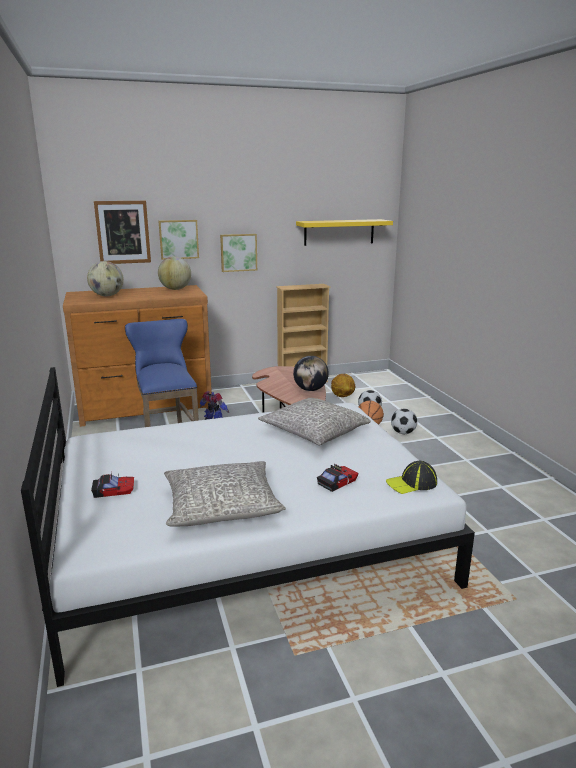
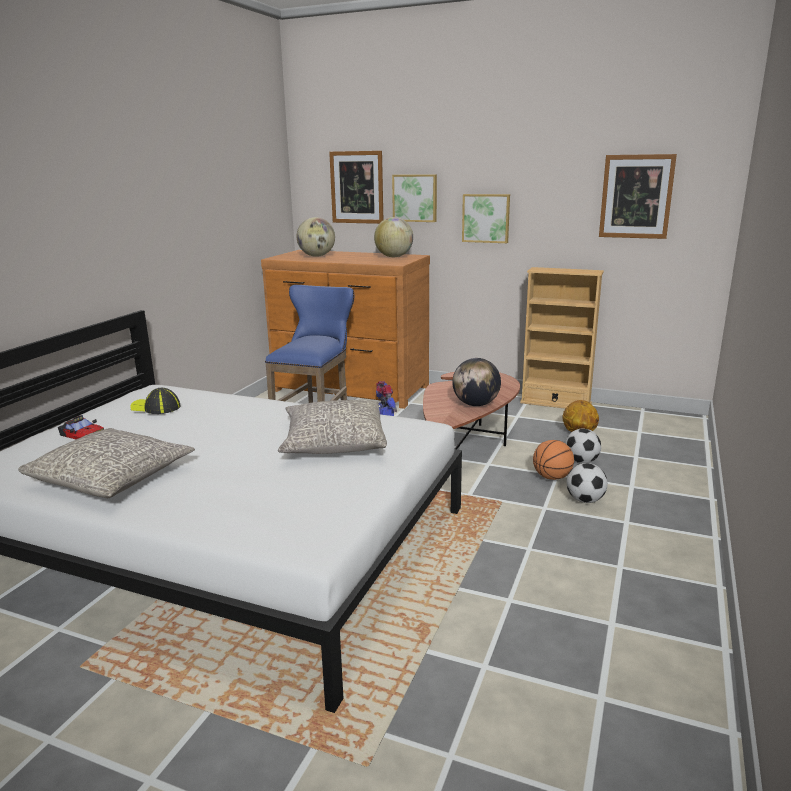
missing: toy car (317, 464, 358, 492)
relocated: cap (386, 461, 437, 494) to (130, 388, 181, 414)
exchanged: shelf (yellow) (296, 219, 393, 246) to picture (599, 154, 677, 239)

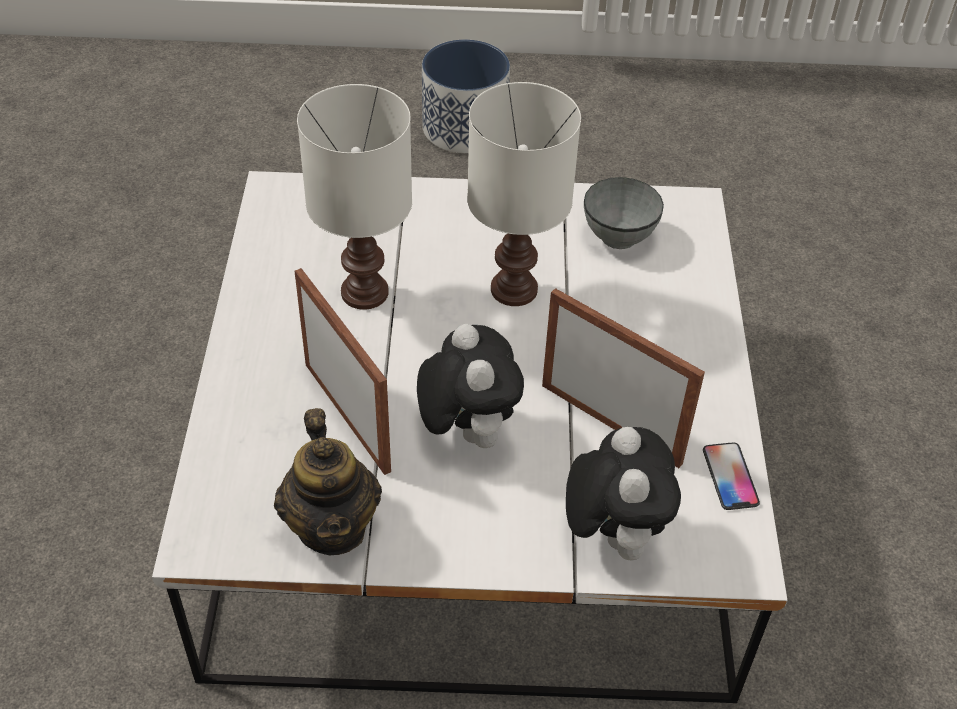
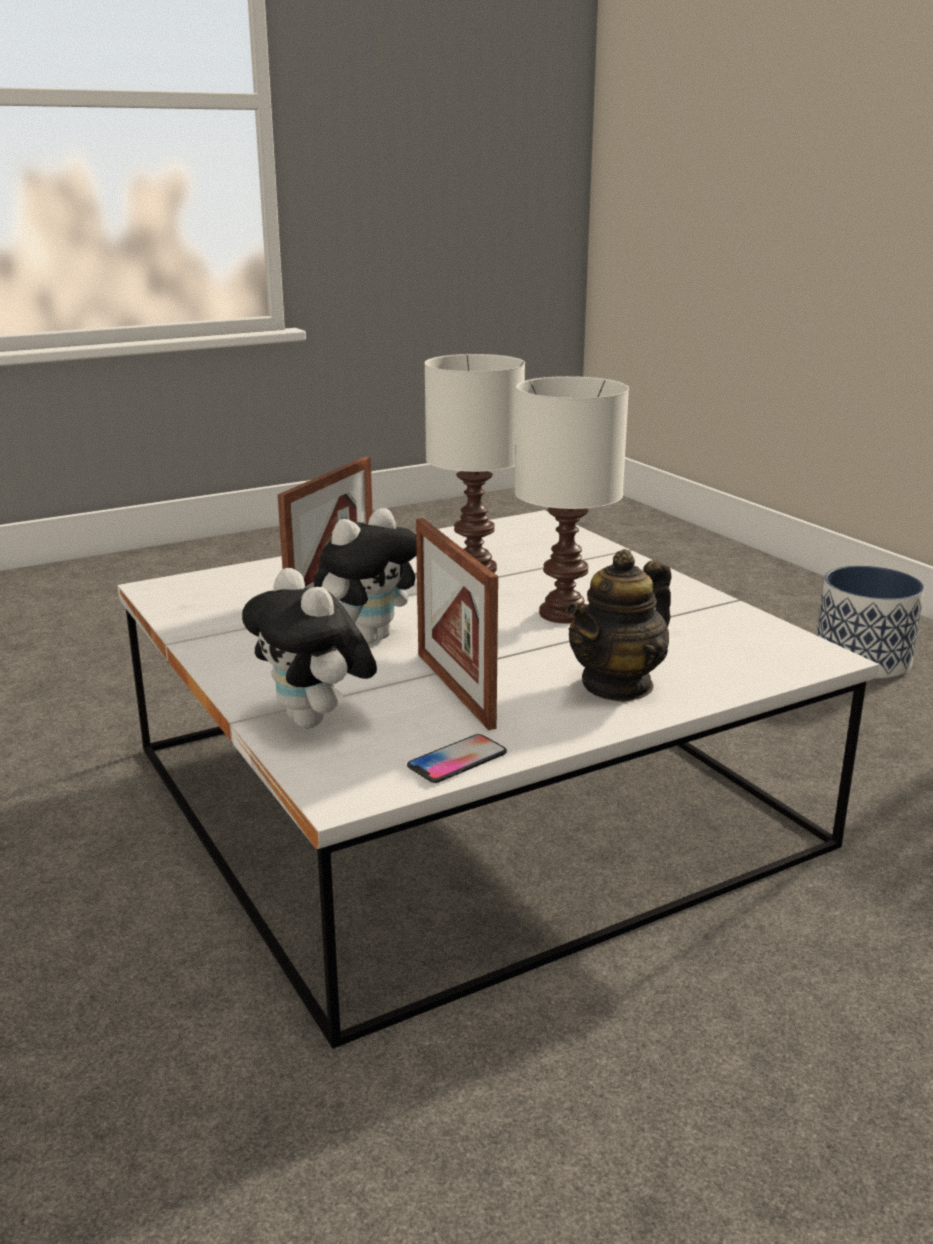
missing: bowl (grey) (584, 177, 664, 249)
relocated: teapot (274, 408, 382, 555) to (566, 549, 671, 702)
spun: picture frame (542, 288, 705, 468) = (416, 518, 498, 730) 150 degrees clockwise; plush toy (566, 427, 681, 560) = (242, 568, 377, 728) 90 degrees clockwise

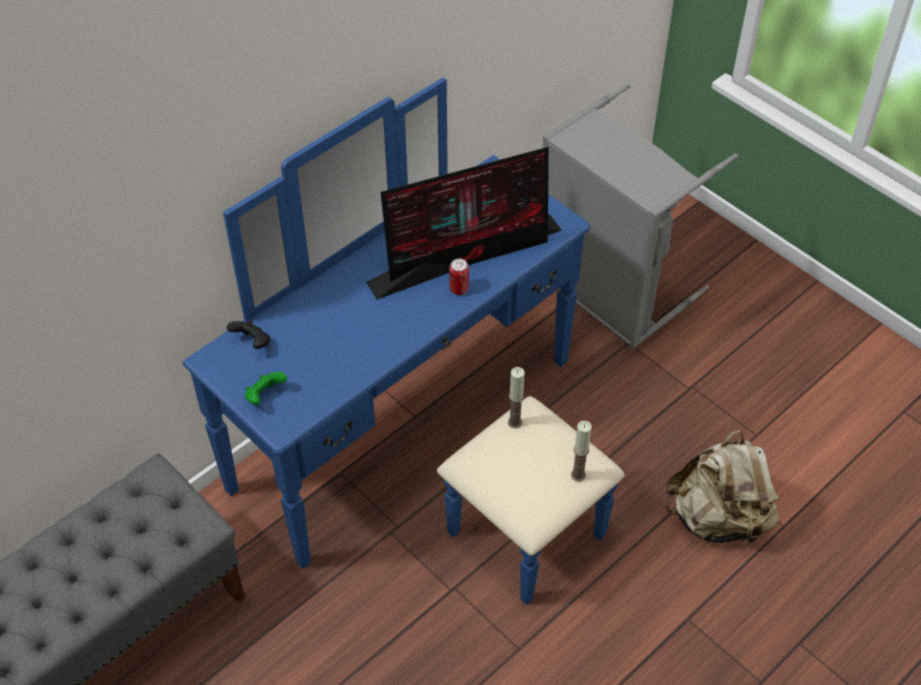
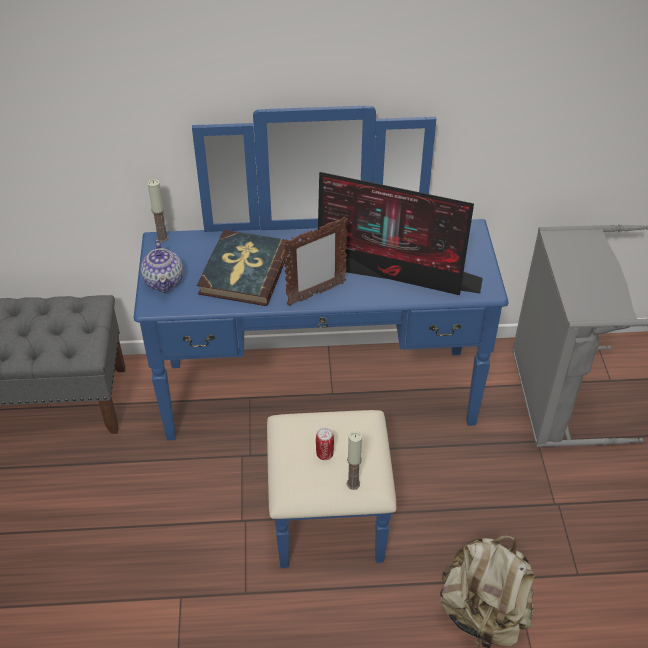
missing: game controller (black) (227, 320, 271, 349)
appeared: picture frame (283, 216, 348, 306); book (197, 230, 287, 306)
relocated: can (449, 259, 469, 295) to (316, 428, 334, 460); candle (508, 367, 525, 428) to (148, 179, 169, 242)
exchanged: game controller (green) (244, 372, 287, 405) to teapot (141, 240, 183, 293)

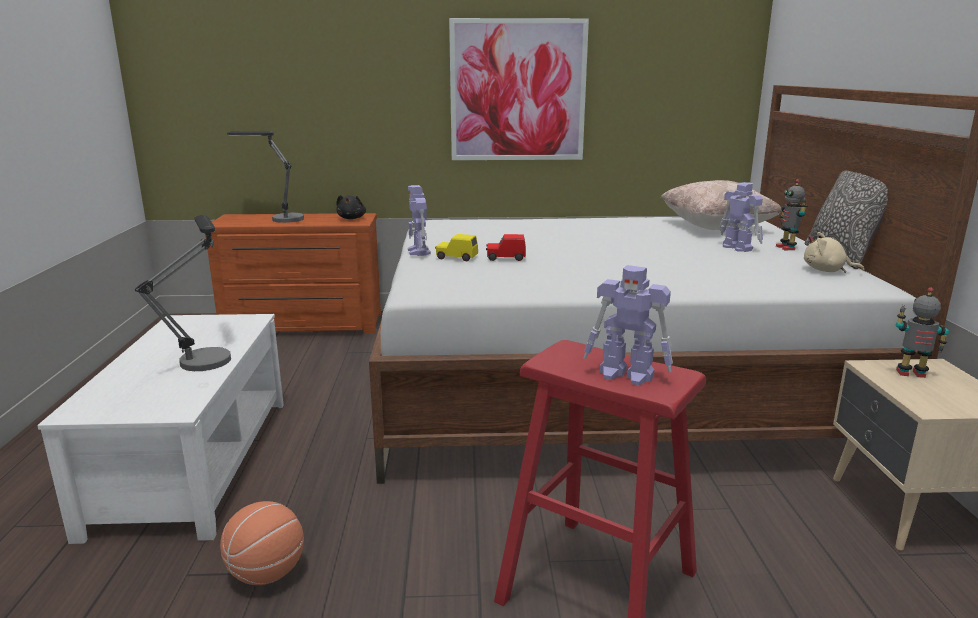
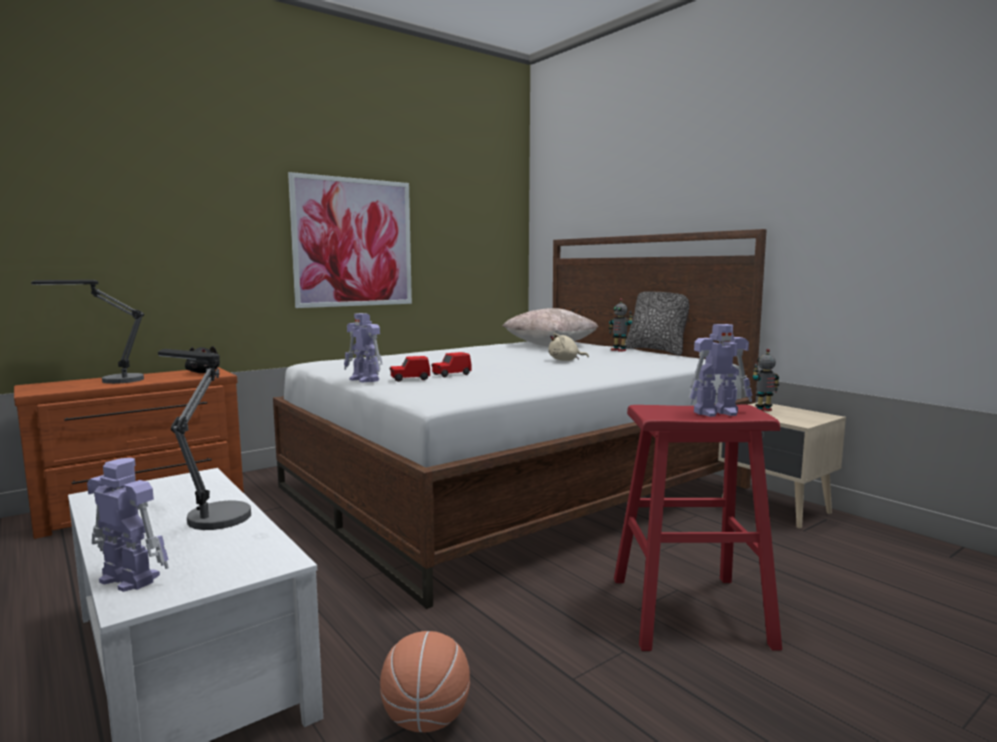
relocated: toy robot (719, 182, 763, 252) to (87, 458, 169, 592); plush toy (beige) (804, 232, 865, 273) to (548, 333, 589, 361)
colour: toy car (yellow) (435, 234, 478, 261) to toy car (red) (389, 356, 430, 382)

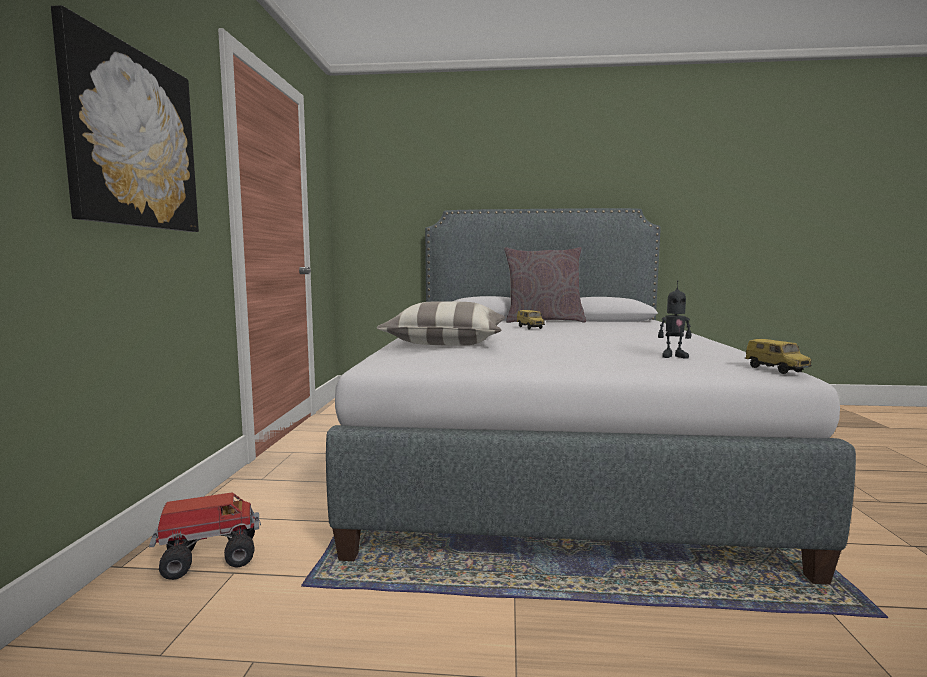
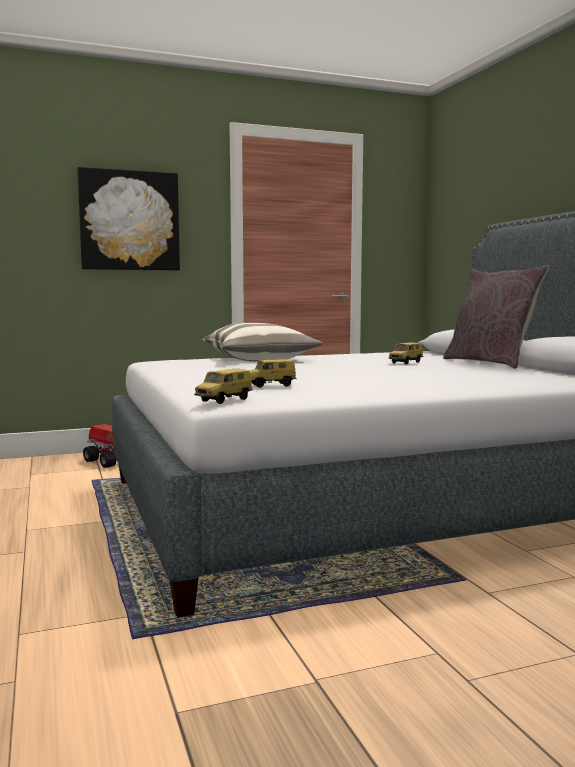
exchanged: toy robot (658, 280, 691, 359) to toy car (249, 359, 296, 388)

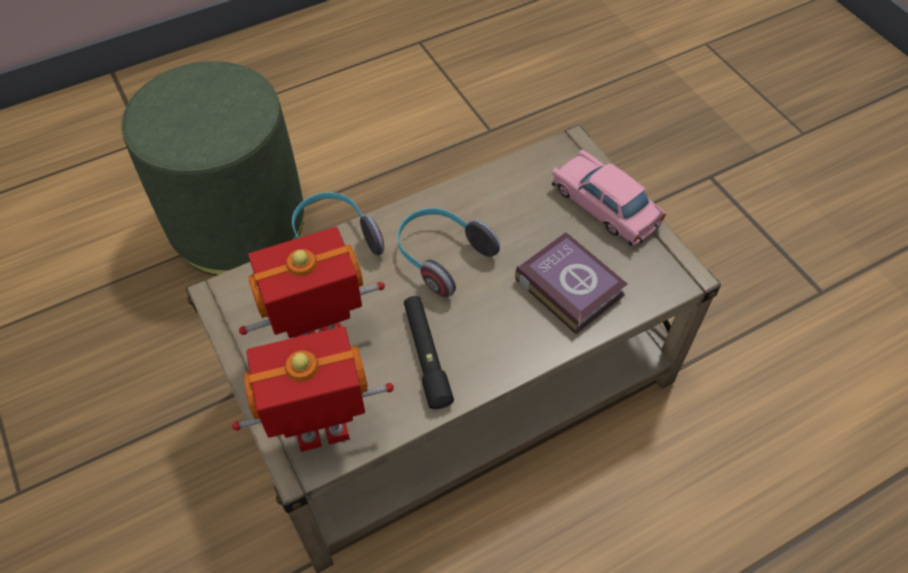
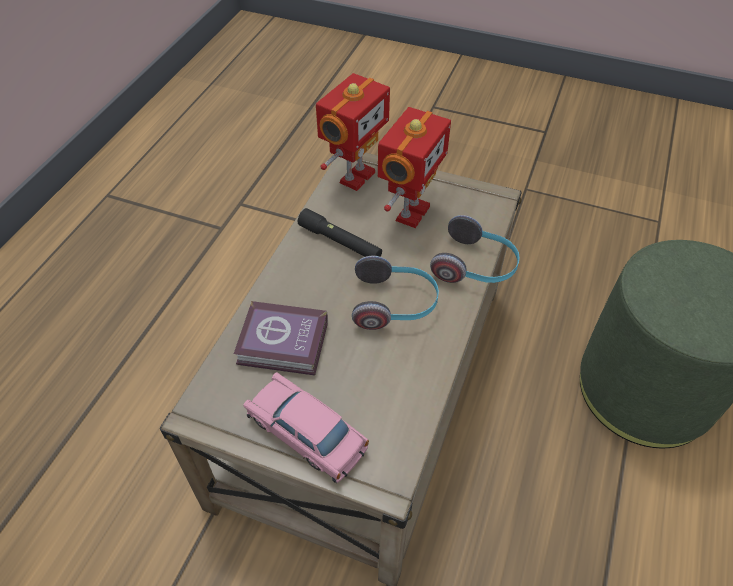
spun: toy car (pink) (552, 149, 666, 246) = (243, 372, 369, 483) 150 degrees counterclockwise

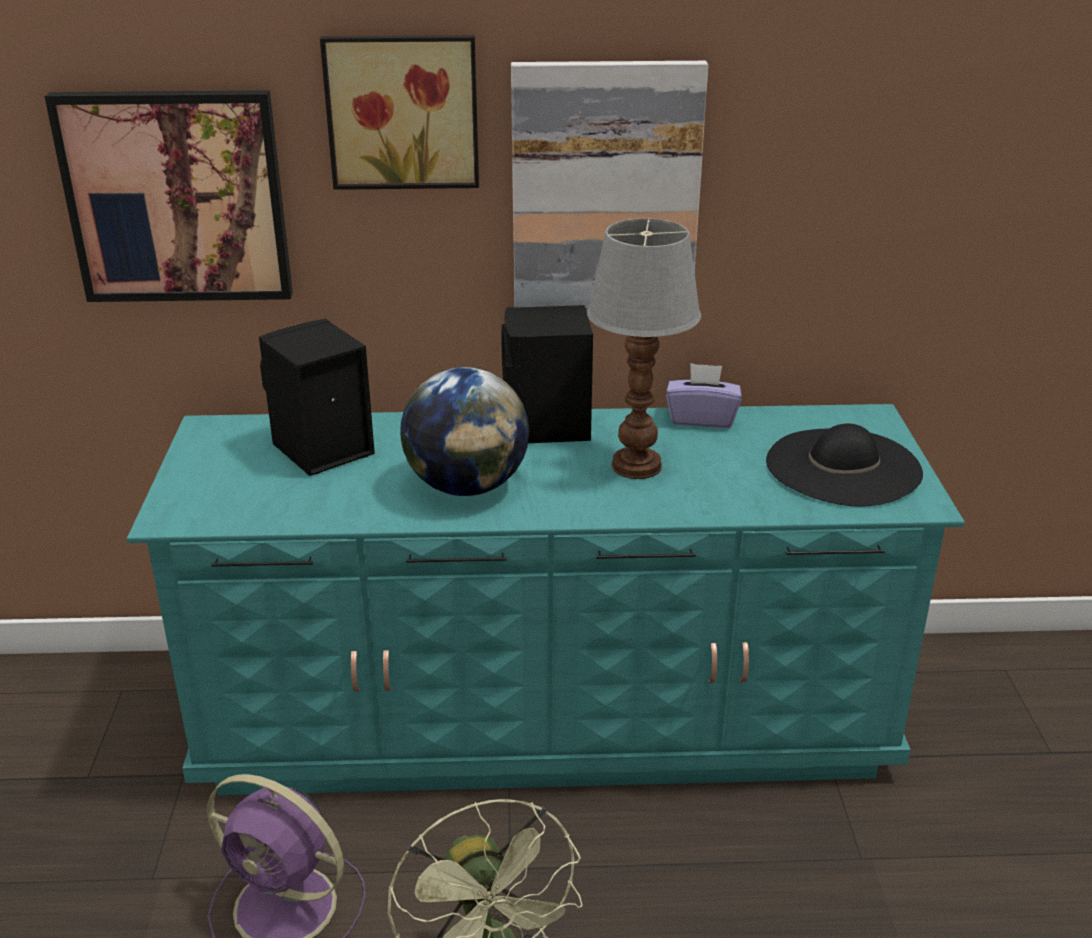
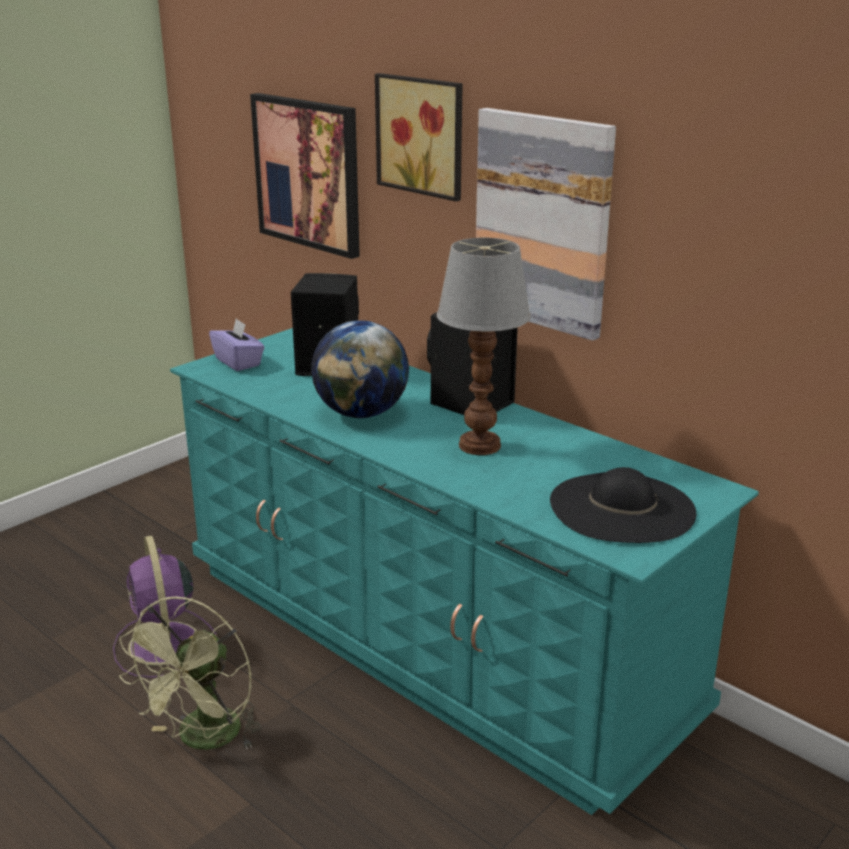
relocated: tissue box (purple) (666, 363, 742, 428) to (209, 318, 265, 371)

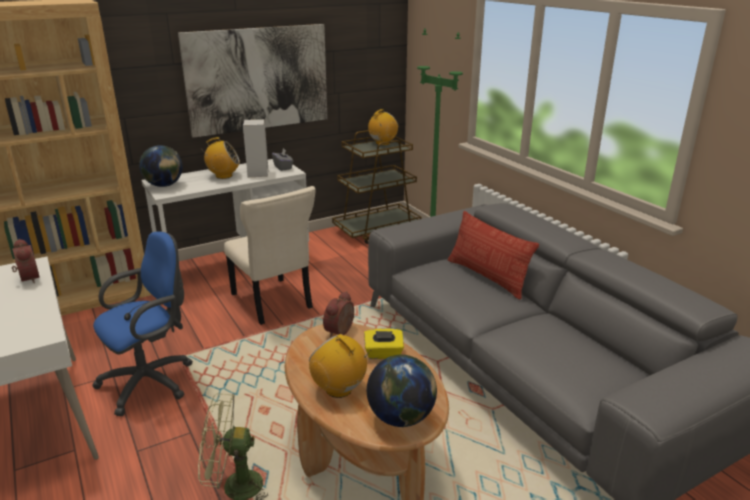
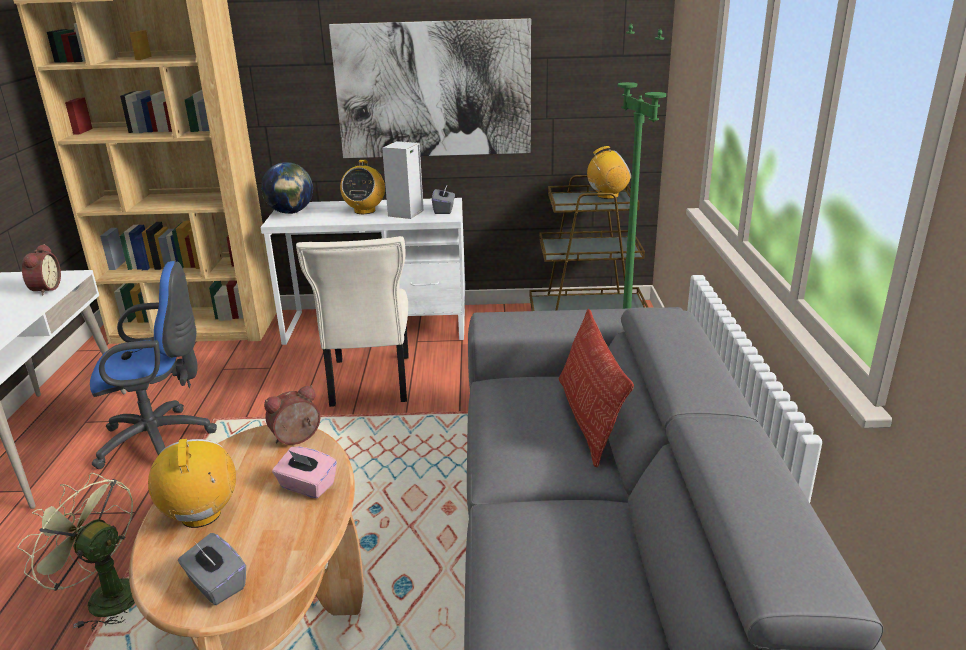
exchanged: globe (367, 355, 437, 427) to tissue box (grey) (178, 533, 246, 605)
colour: tissue box (yellow) (364, 328, 404, 359) to tissue box (pink) (272, 446, 337, 499)
spun: radio (203, 137, 240, 179) = (340, 160, 385, 214) 75 degrees clockwise

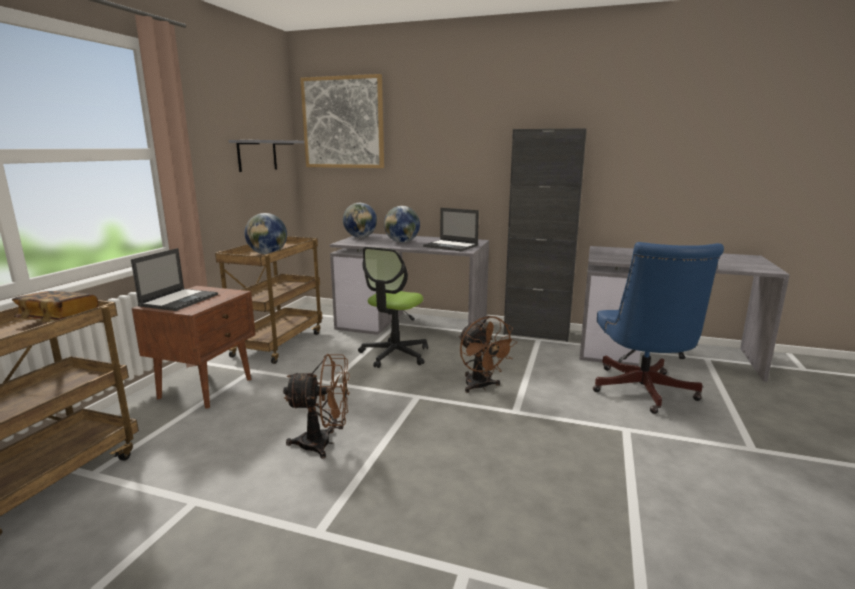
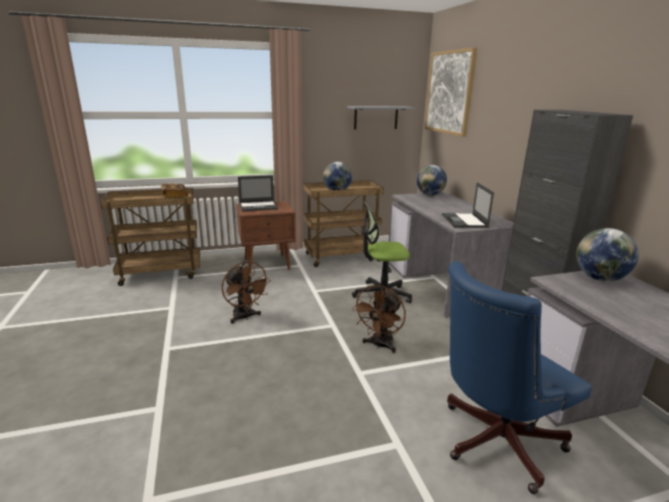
relocated: globe (384, 206, 420, 243) to (576, 228, 639, 281)

